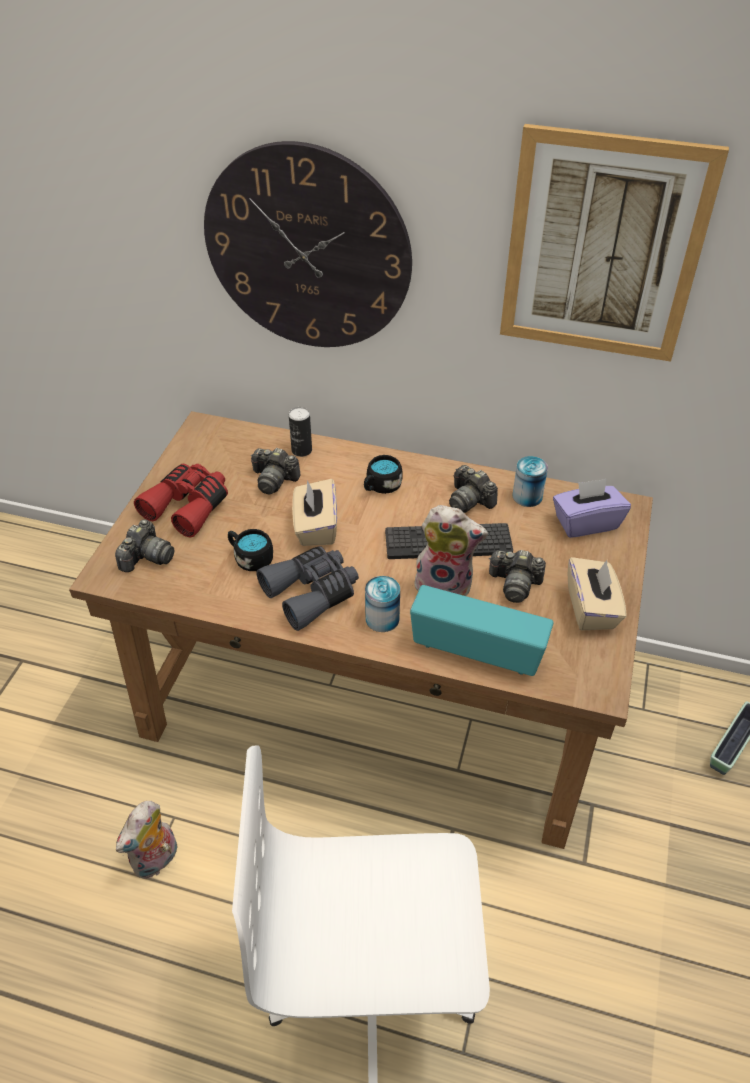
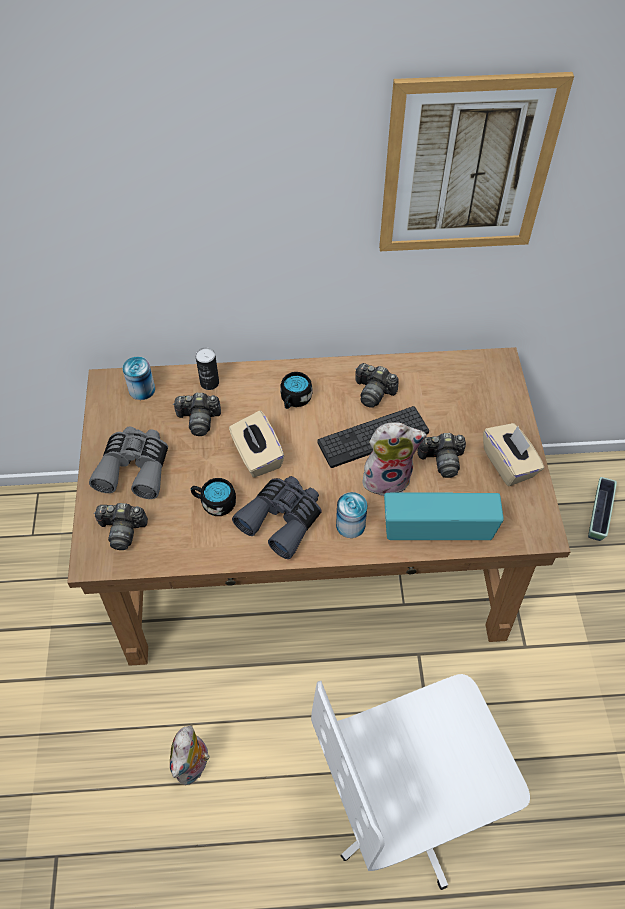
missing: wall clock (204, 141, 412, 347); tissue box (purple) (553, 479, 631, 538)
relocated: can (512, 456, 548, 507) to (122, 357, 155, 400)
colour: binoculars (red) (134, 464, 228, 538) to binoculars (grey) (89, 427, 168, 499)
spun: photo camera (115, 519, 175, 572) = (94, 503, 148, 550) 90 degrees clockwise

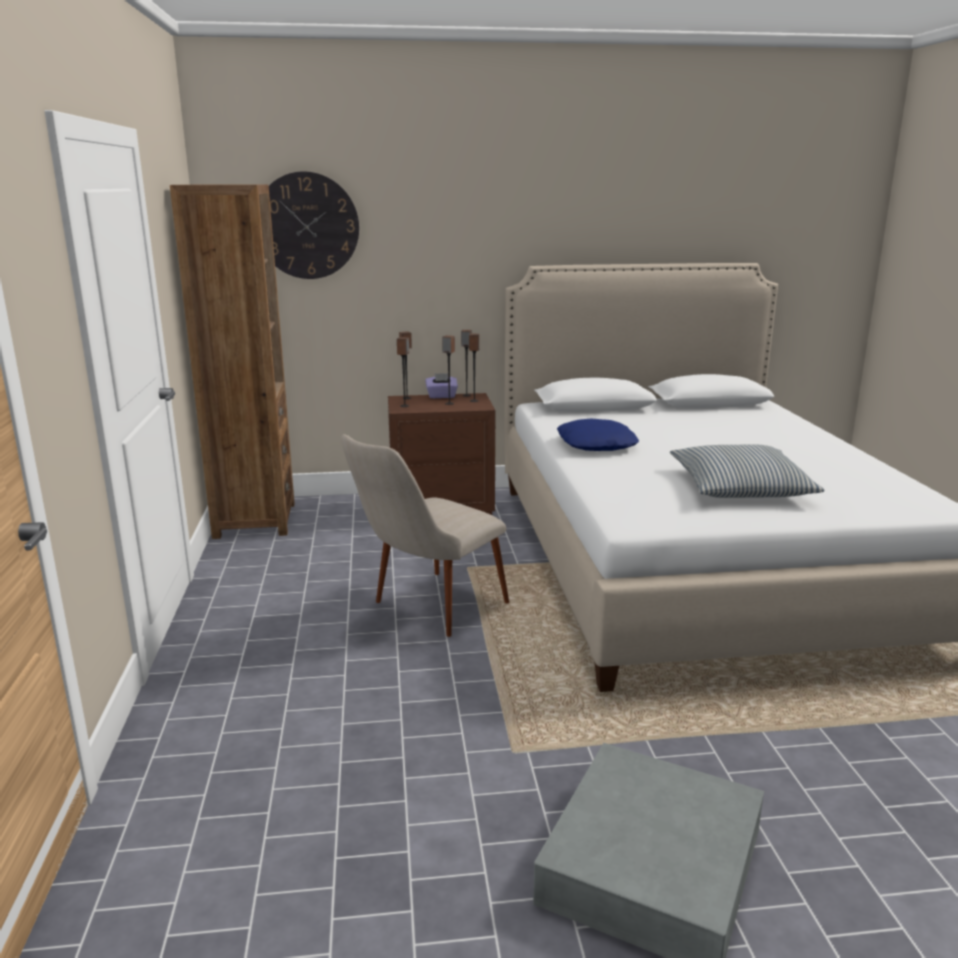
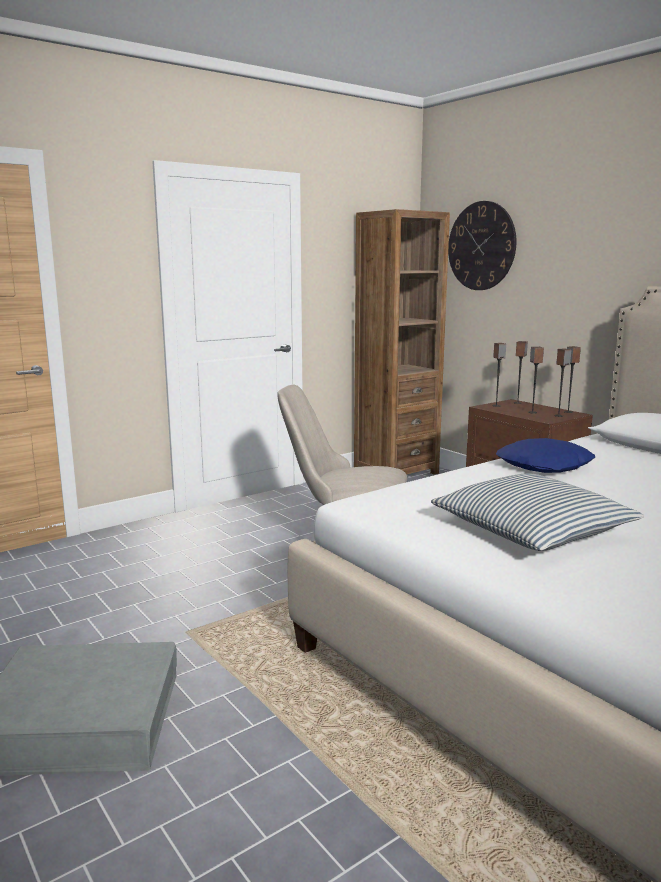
missing: tissue box (purple) (425, 373, 458, 398)

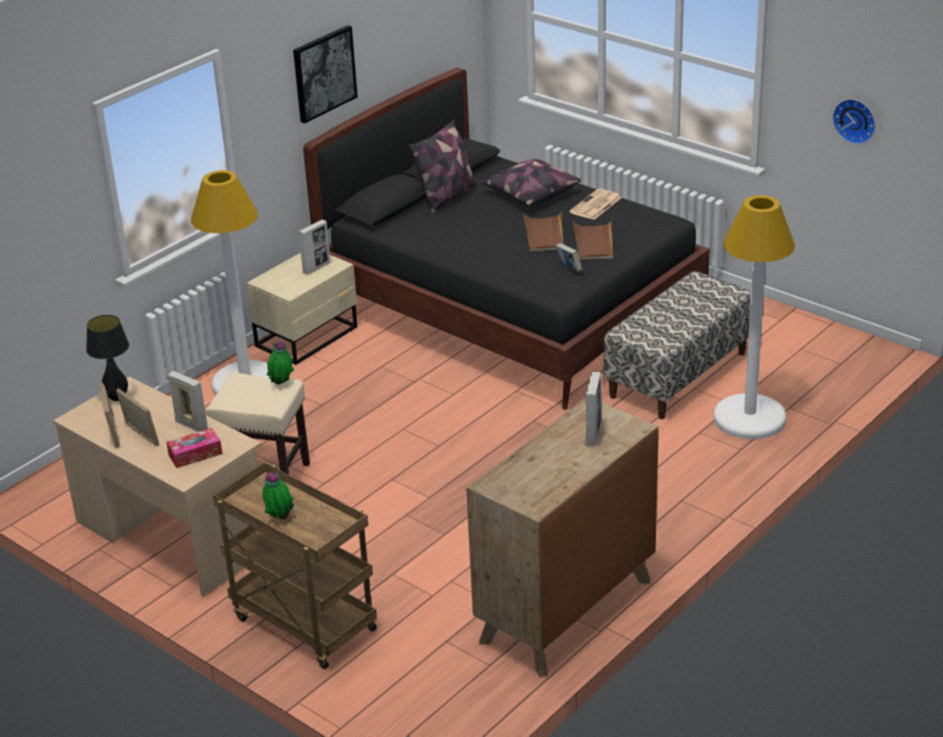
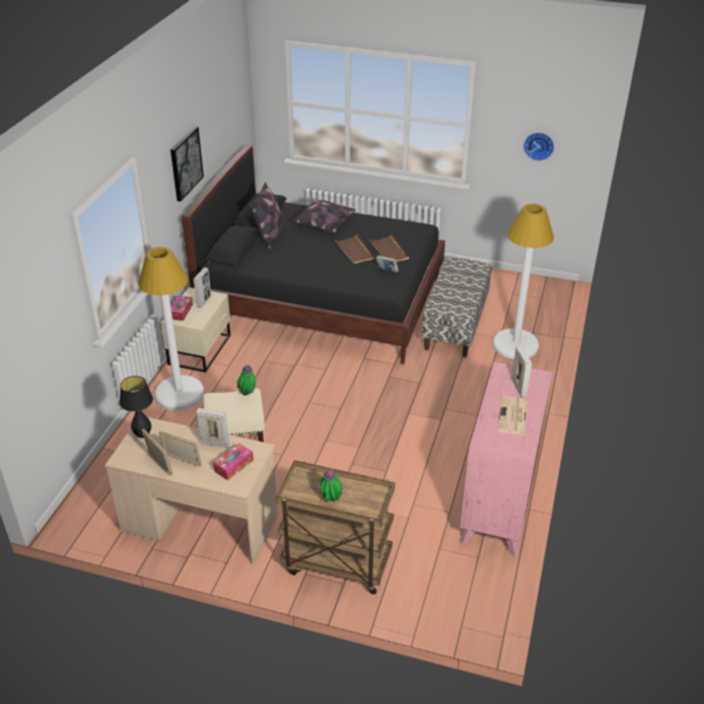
appeared: tissue box (171, 295, 193, 321)
relocated: newspaper (569, 189, 622, 220) to (498, 396, 528, 436)
colour: dresser (brown) (466, 399, 659, 677) to dresser (pink) (459, 361, 553, 557)

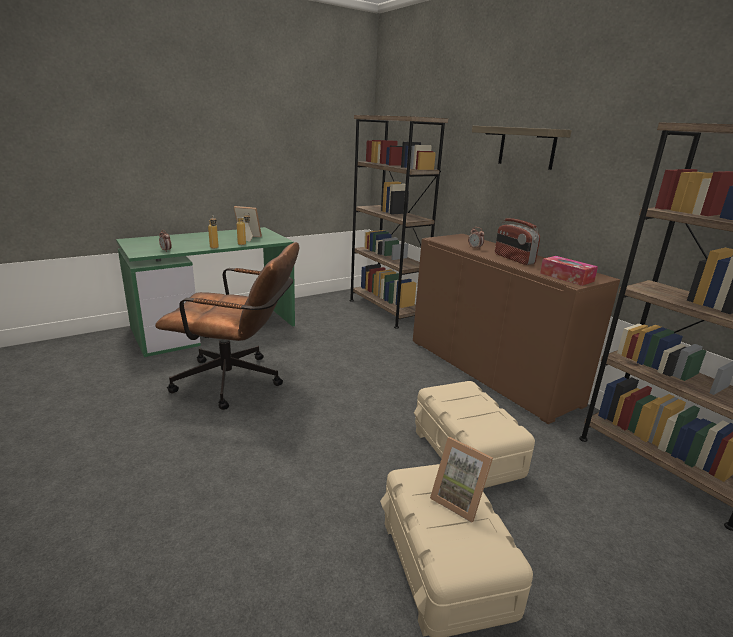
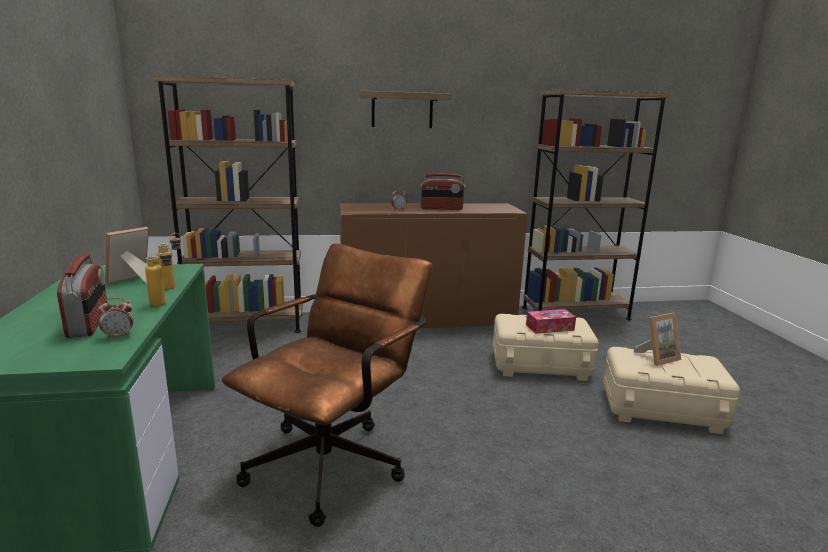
appeared: radio (57, 254, 108, 338)
relocated: tissue box (540, 256, 598, 286) to (526, 309, 576, 334)

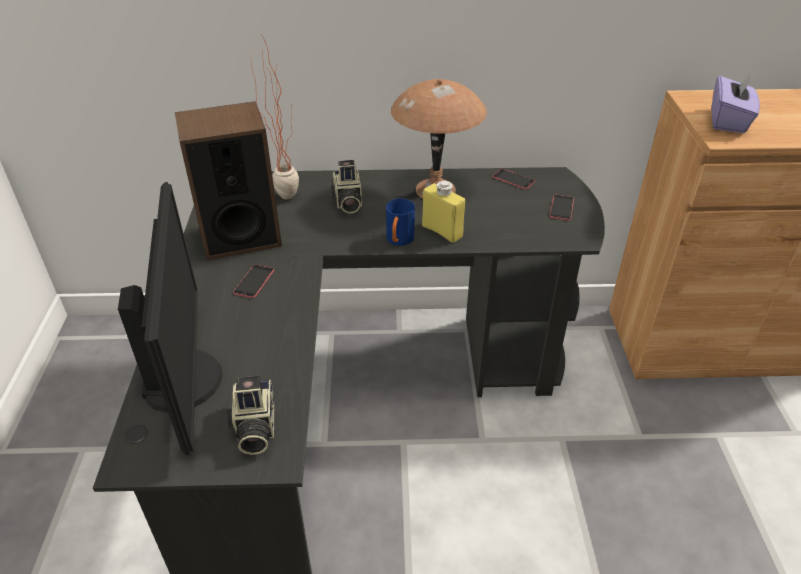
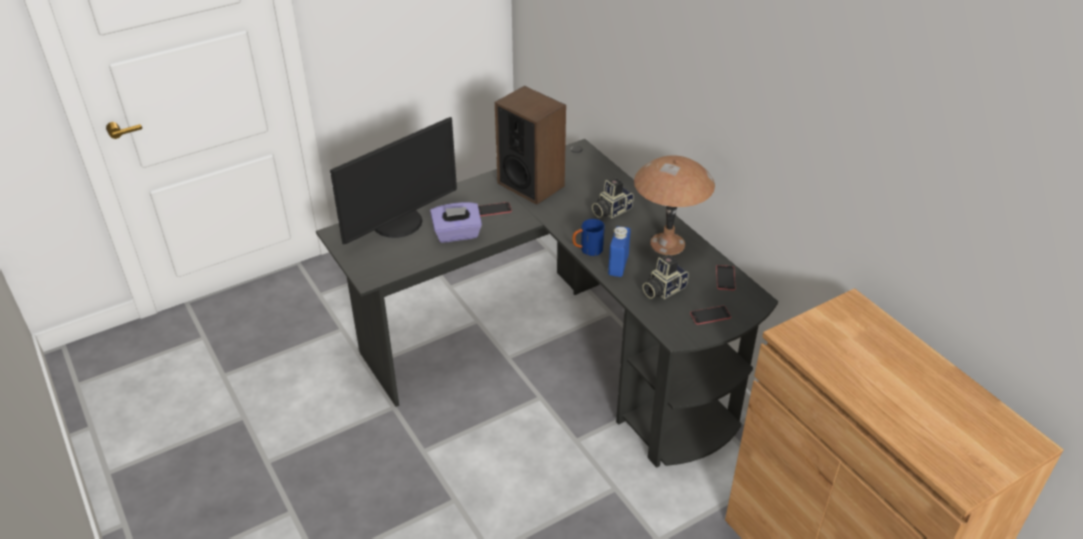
missing: potted plant (251, 36, 299, 200)
relocated: tissue box (purple) (711, 72, 760, 133) to (430, 202, 482, 243); photo camera (227, 376, 274, 455) to (642, 255, 689, 299)
colour: bottle (yellow) (422, 181, 465, 243) to bottle (blue) (608, 226, 631, 277)

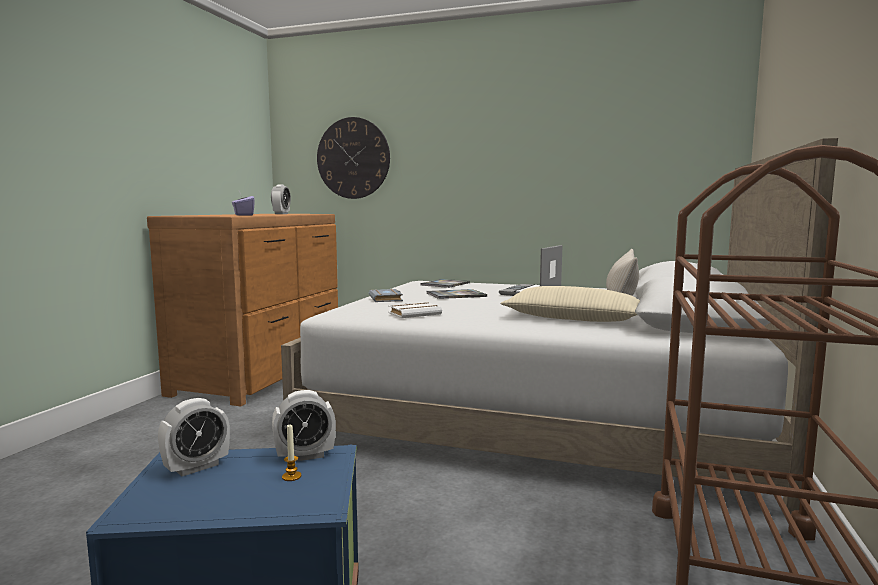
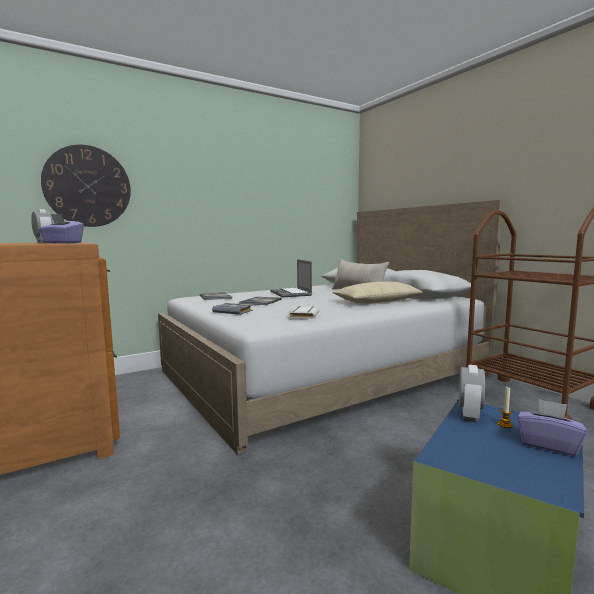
missing: alarm clock (158, 398, 230, 477)
appeared: tissue box (purple) (517, 399, 587, 456)

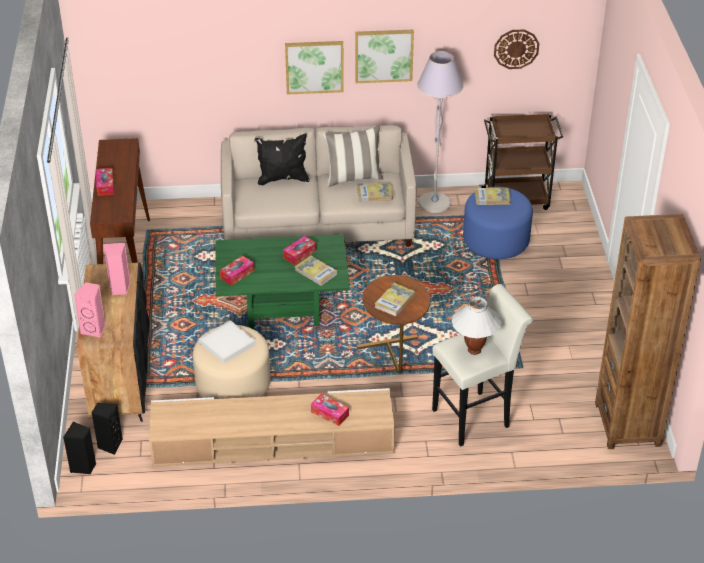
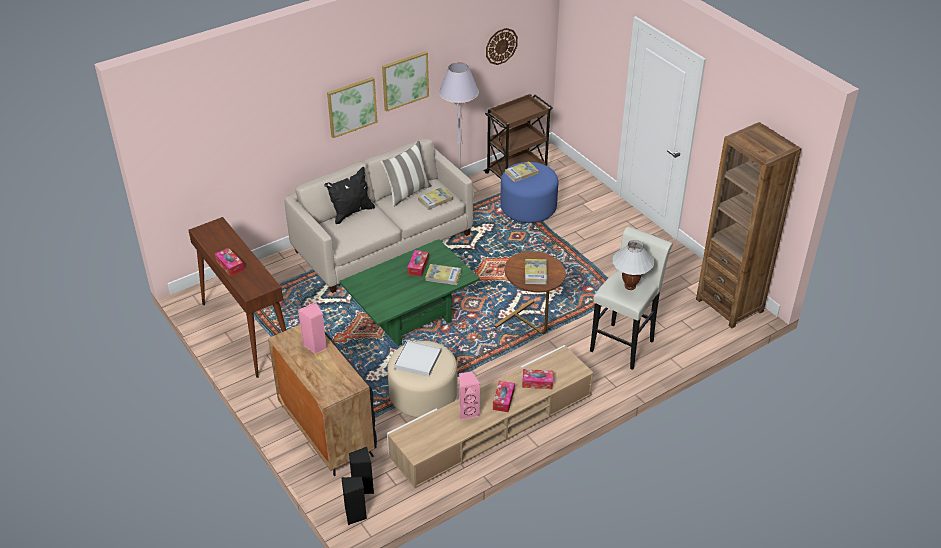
relocated: tissue box (220, 255, 254, 286) to (493, 381, 515, 412); speaker (pink) (74, 282, 105, 338) to (459, 371, 480, 420)

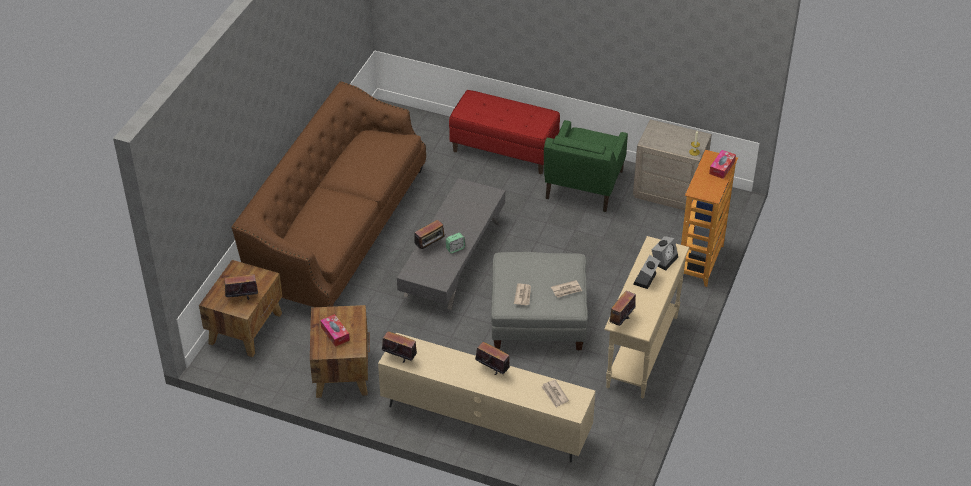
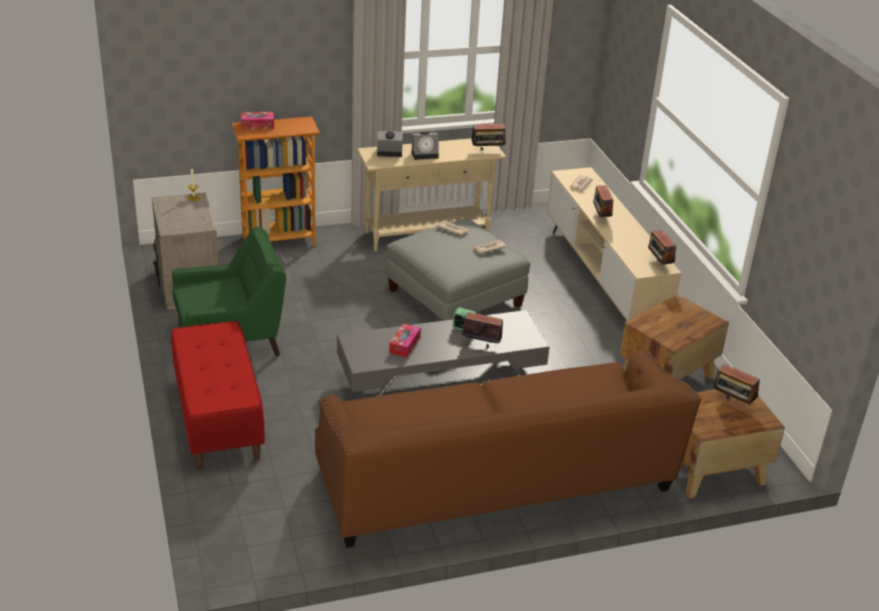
relocated: tissue box (320, 314, 350, 347) to (389, 324, 421, 358)

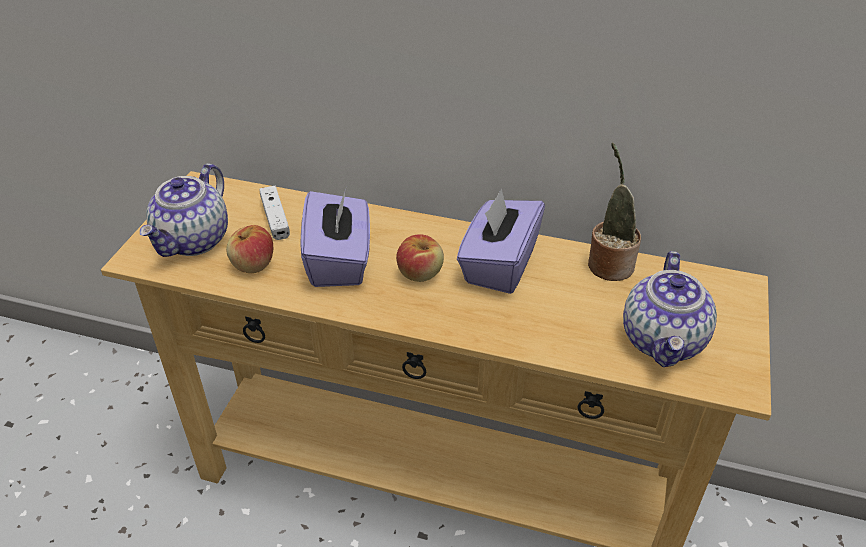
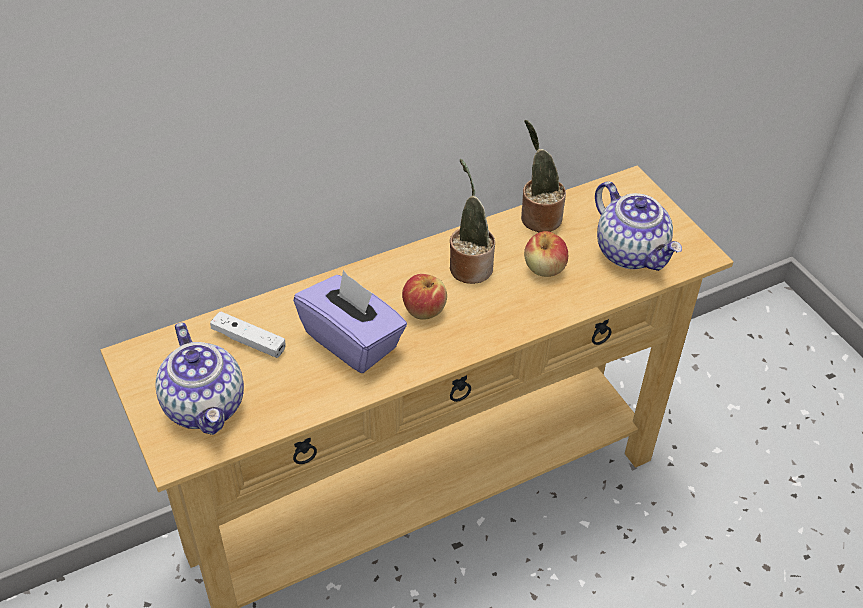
relocated: apple (226, 225, 273, 273) to (524, 231, 568, 277)
exchanged: tissue box (purple) (457, 189, 545, 294) to potted plant (450, 159, 495, 284)

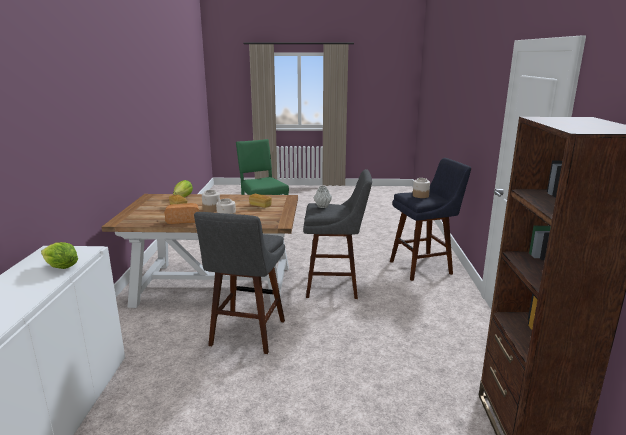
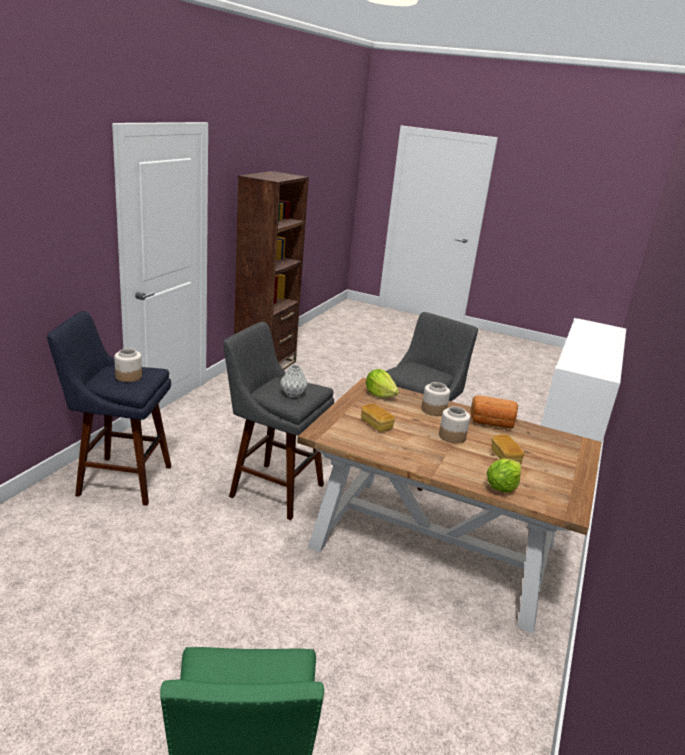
relocated: lettuce (41, 242, 78, 269) to (366, 369, 399, 398)

